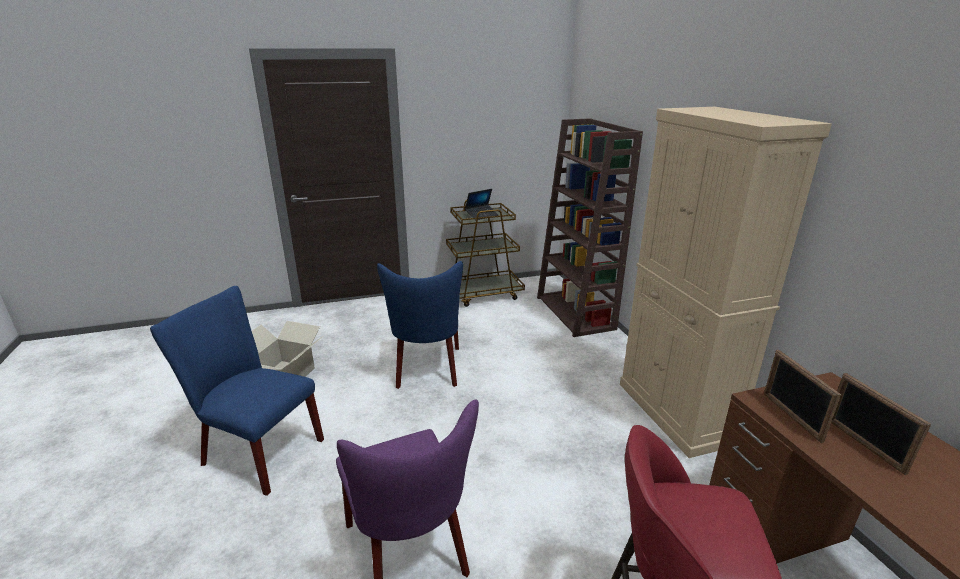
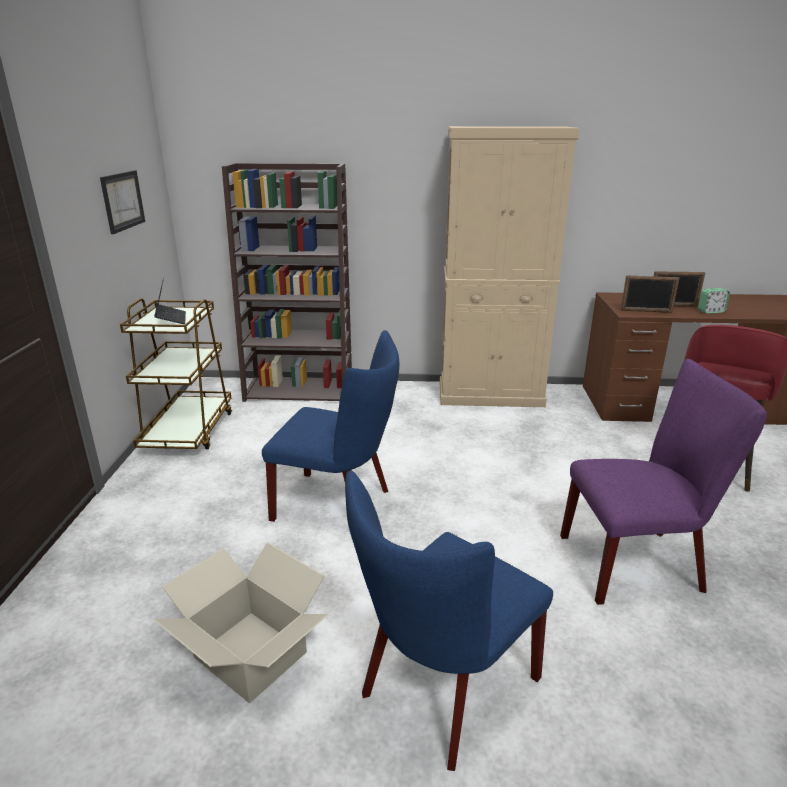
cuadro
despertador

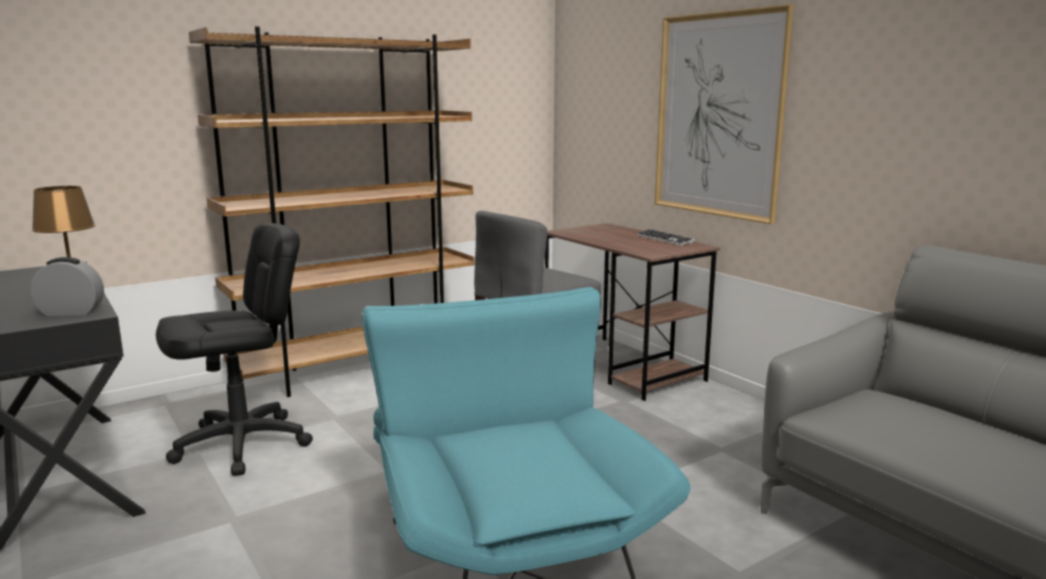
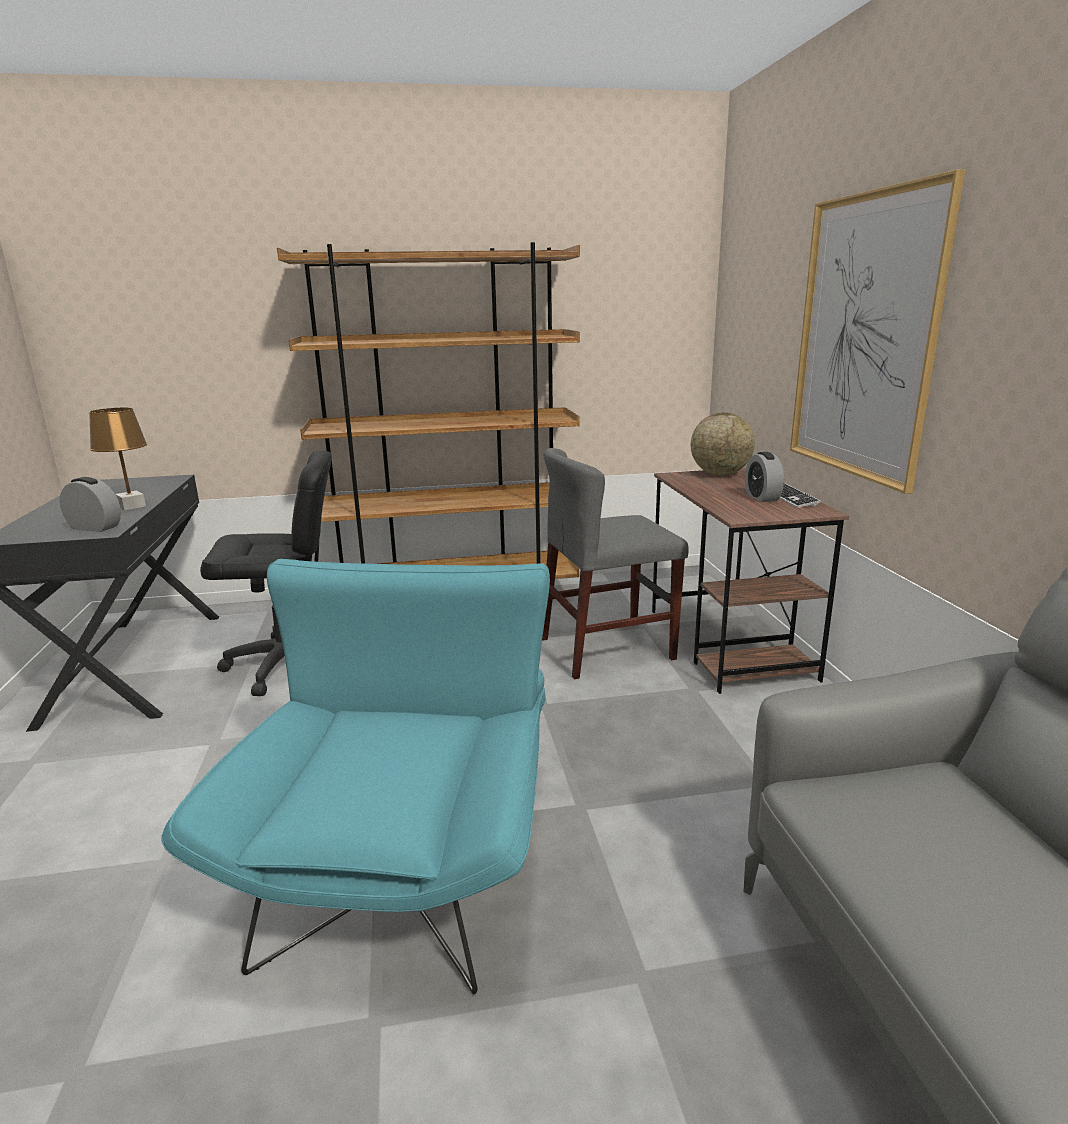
globo terráqueo
despertador (2nd from left)

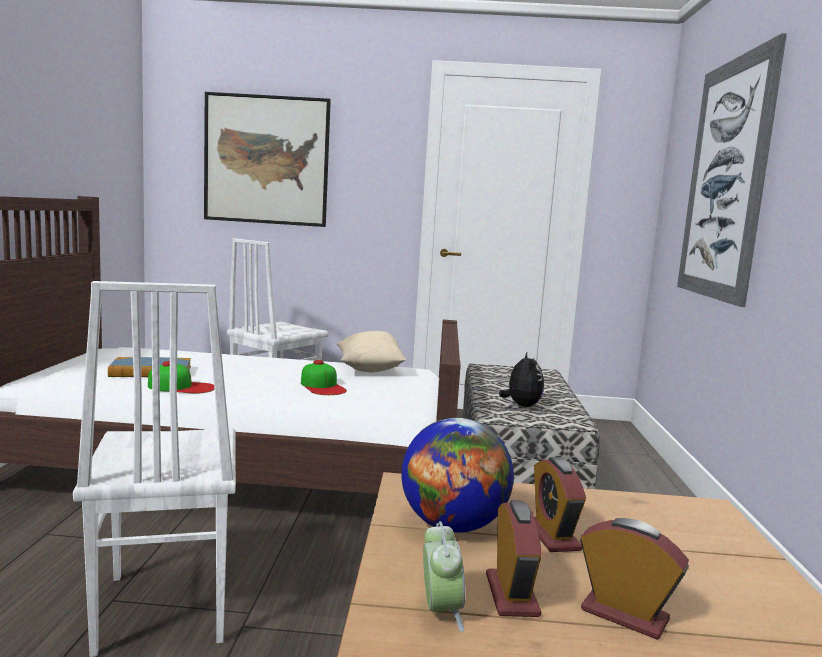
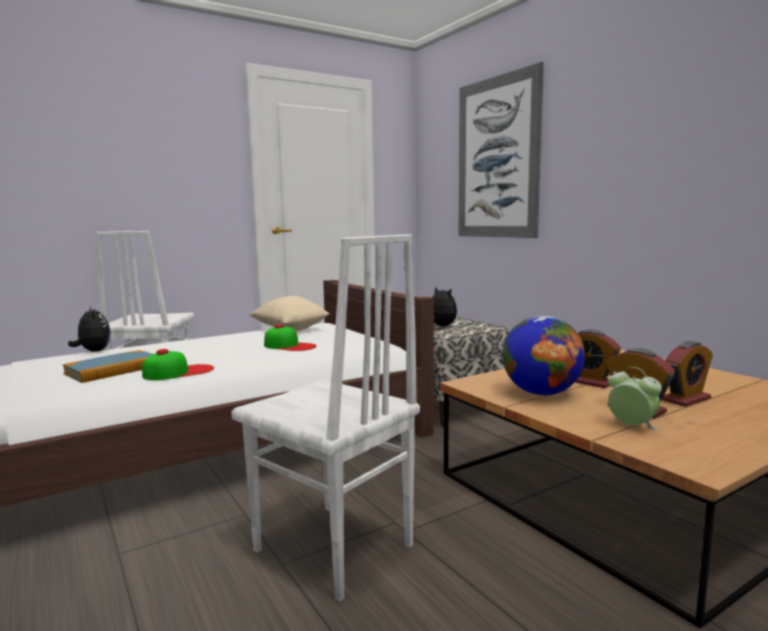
cuadro (1st from left in the first image)
despertador (4th from left)
peluche (1st from left)

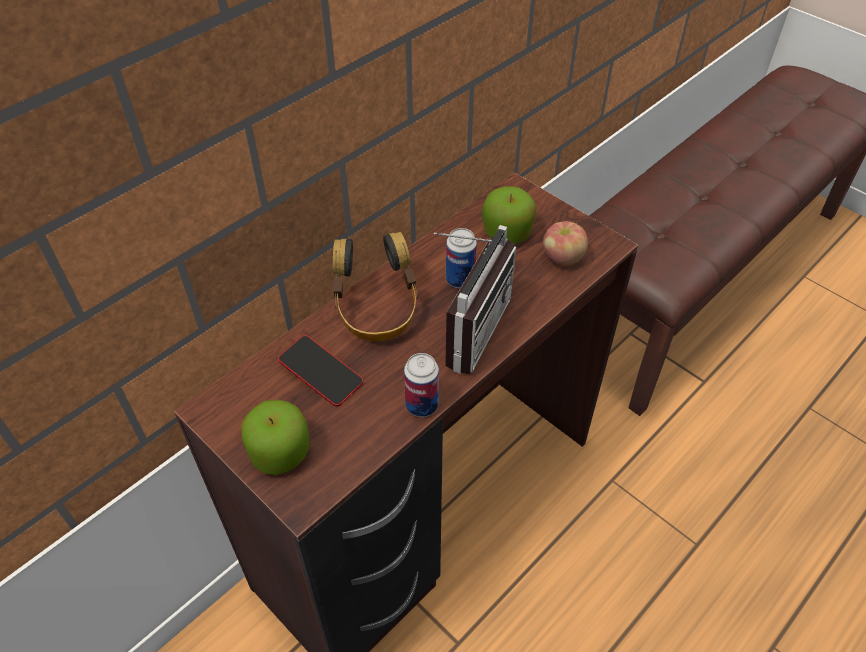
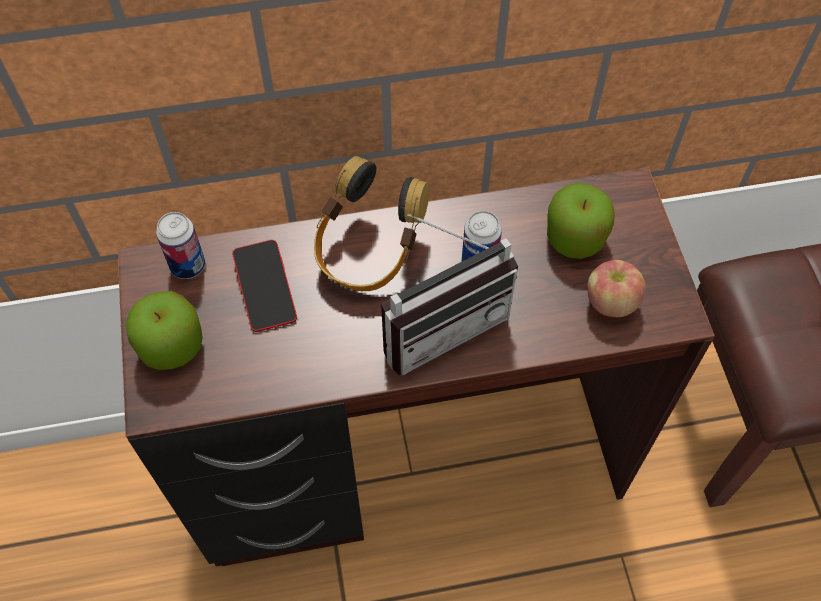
lata (1st from left)

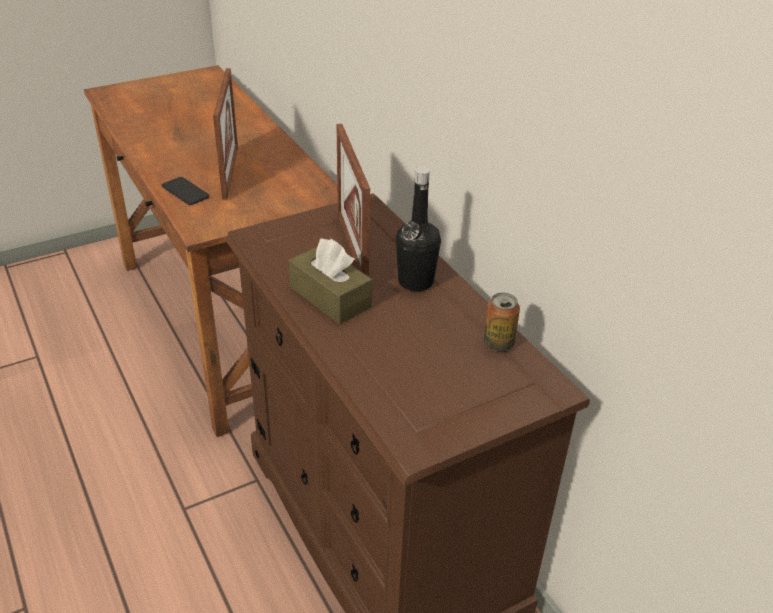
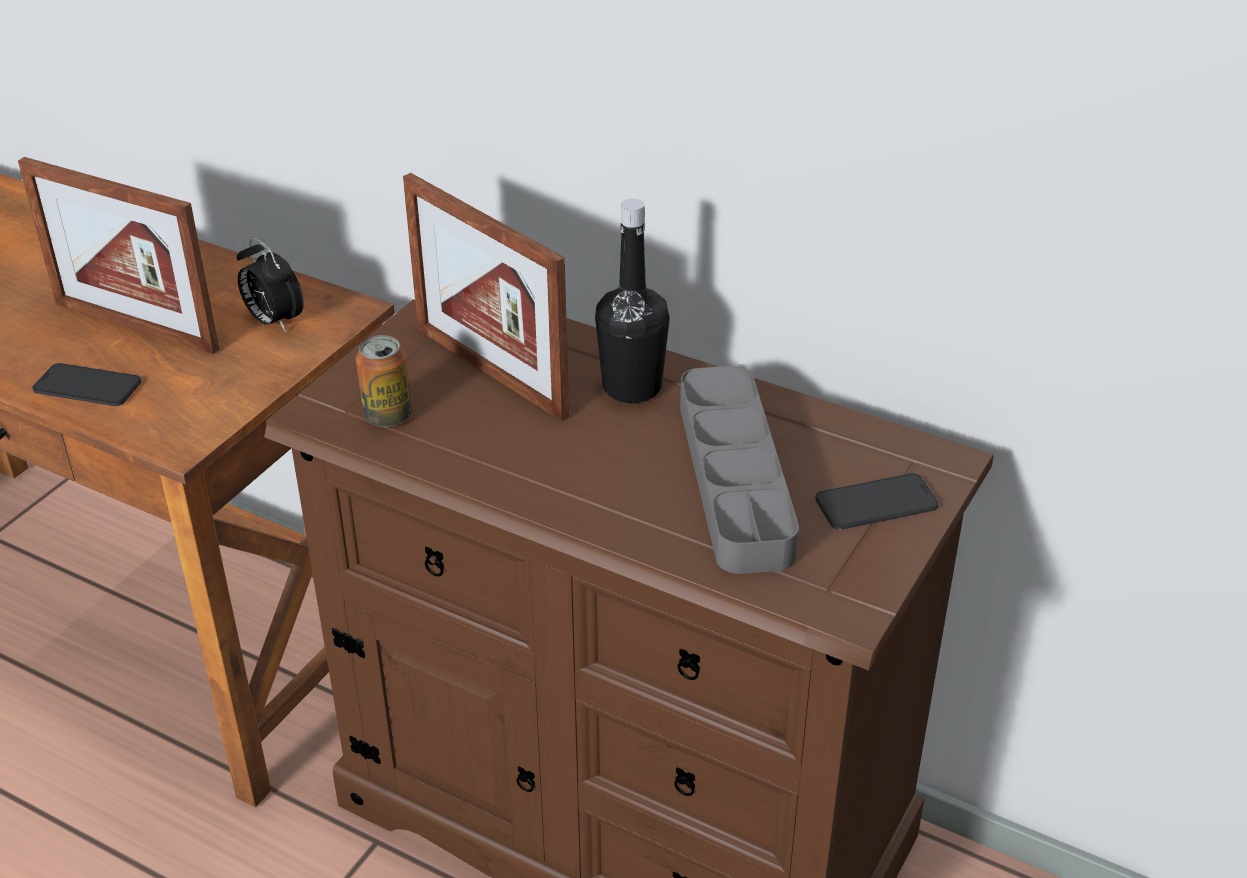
portarretratos (1st from left)
caja de pañuelos/marrón
lata
despertador
bandeja/gris
móvil (2nd from left)

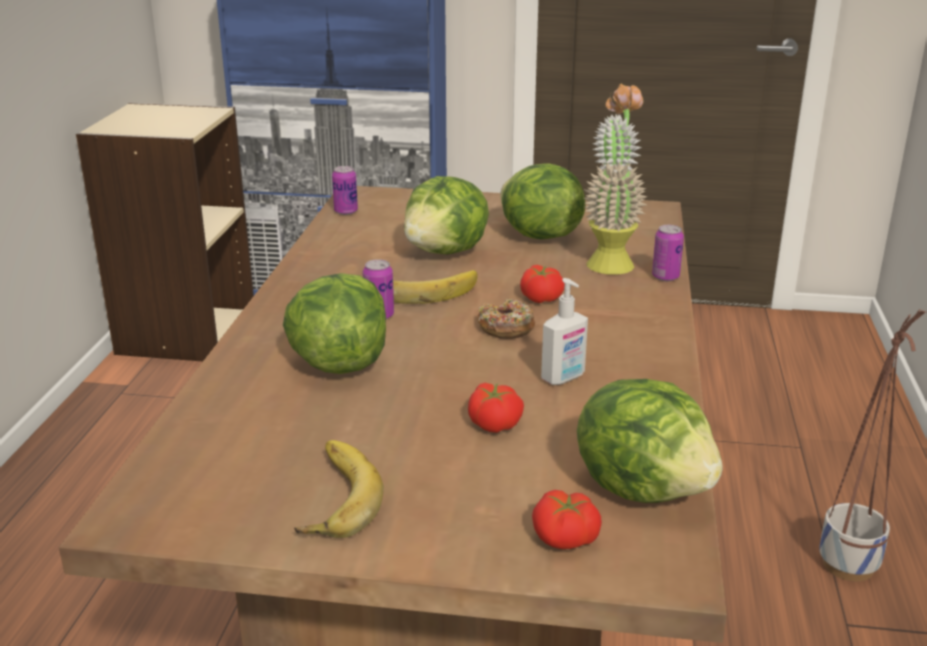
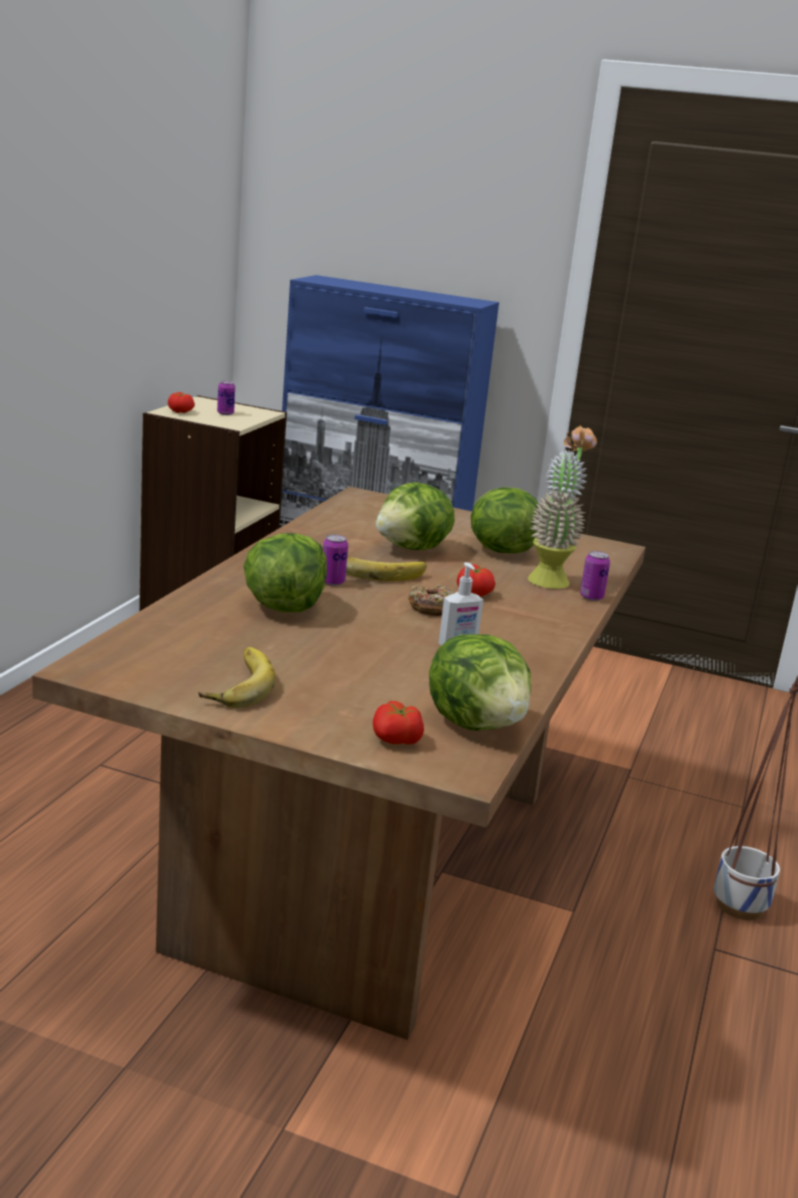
lata (1st from left)
tomate (1st from left)

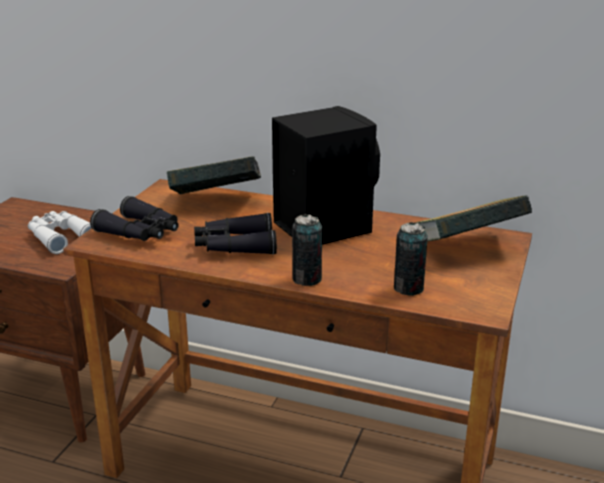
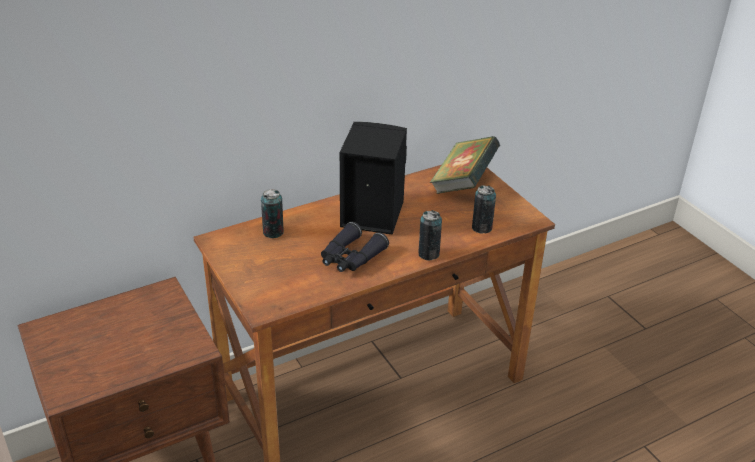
lata (1st from left)
prismáticos/negro (1st from left in the first image)
prismáticos/blanco

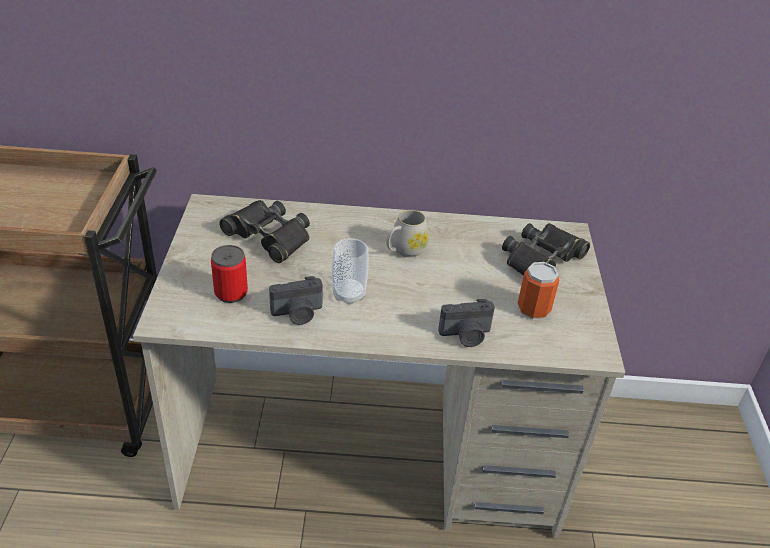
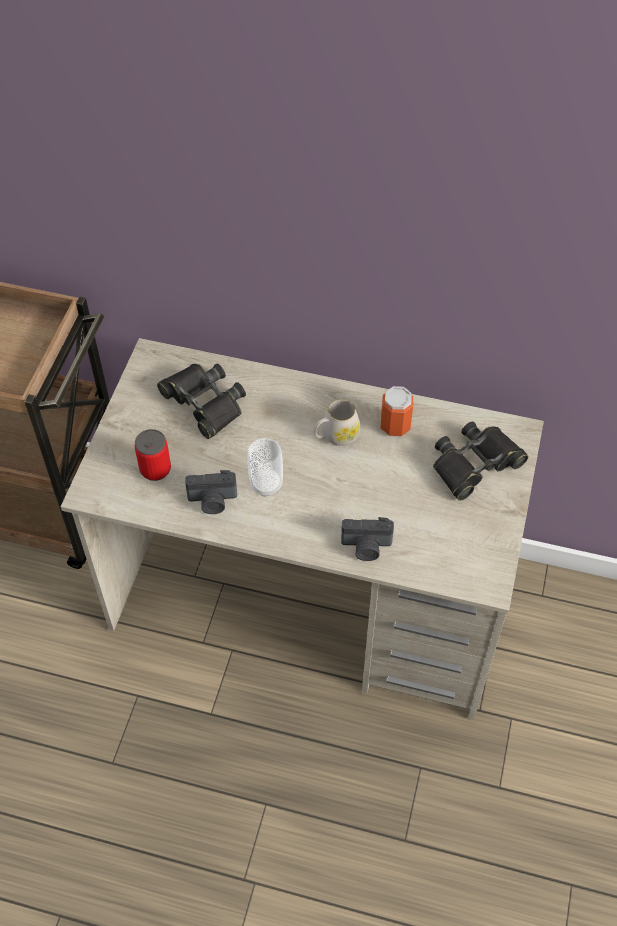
lata (2nd from left)

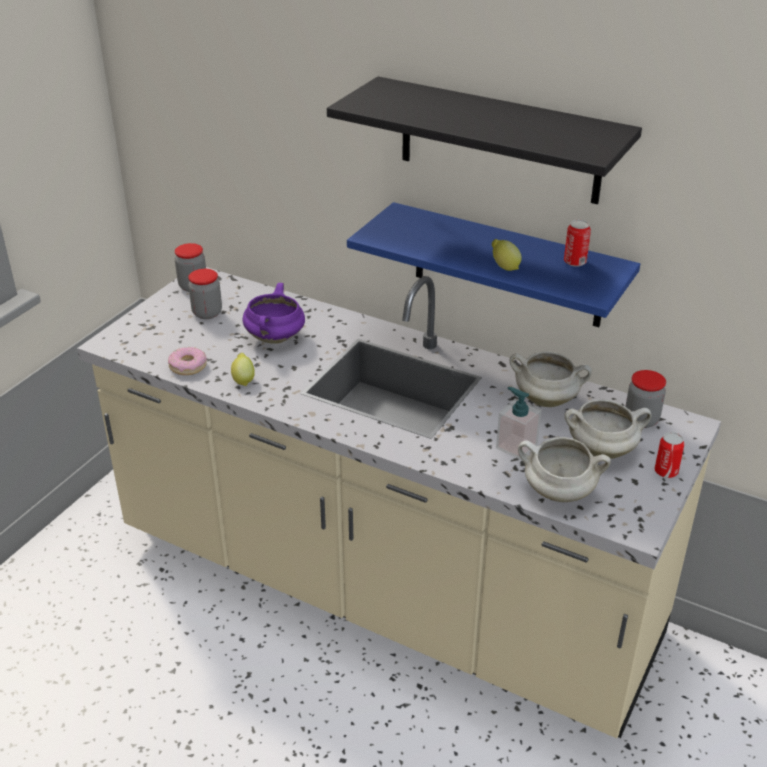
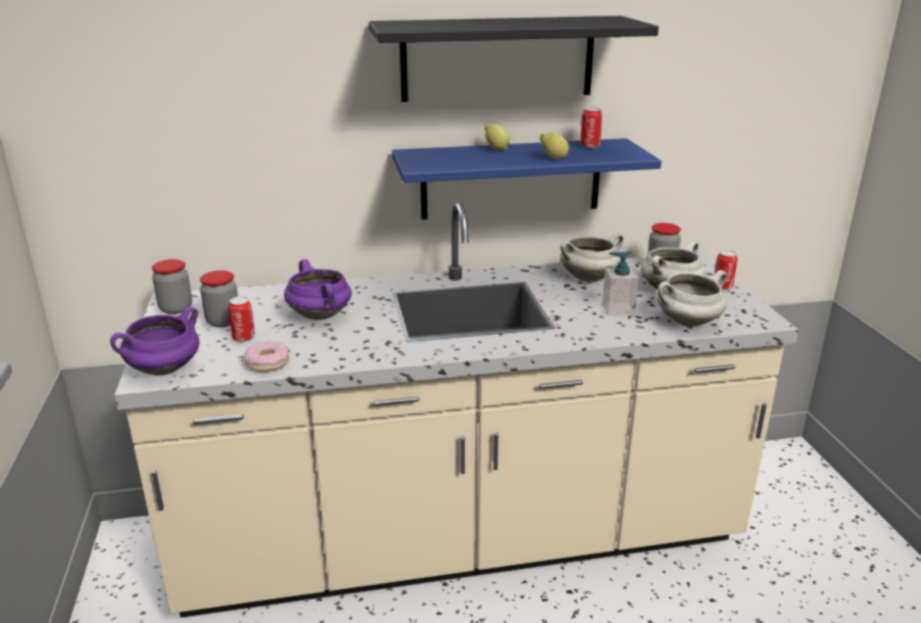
limón (1st from left)
lata (1st from left)
olla/morado (1st from left)

